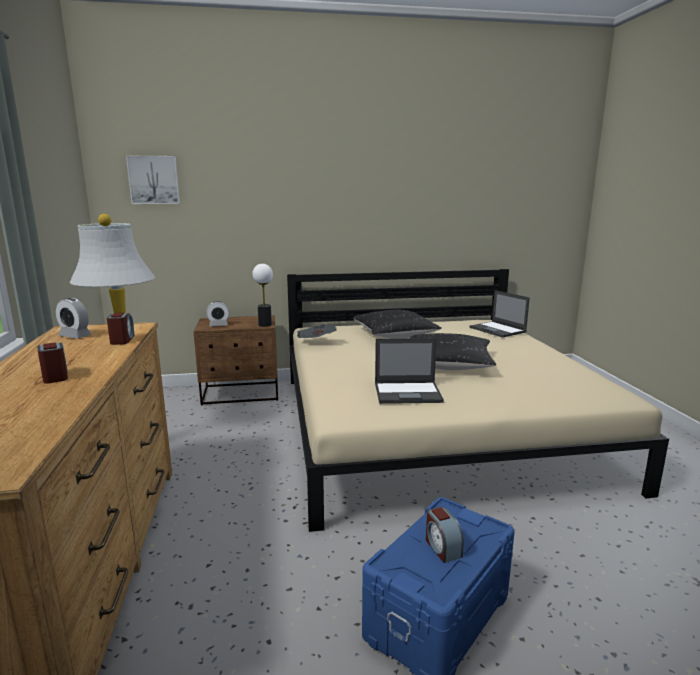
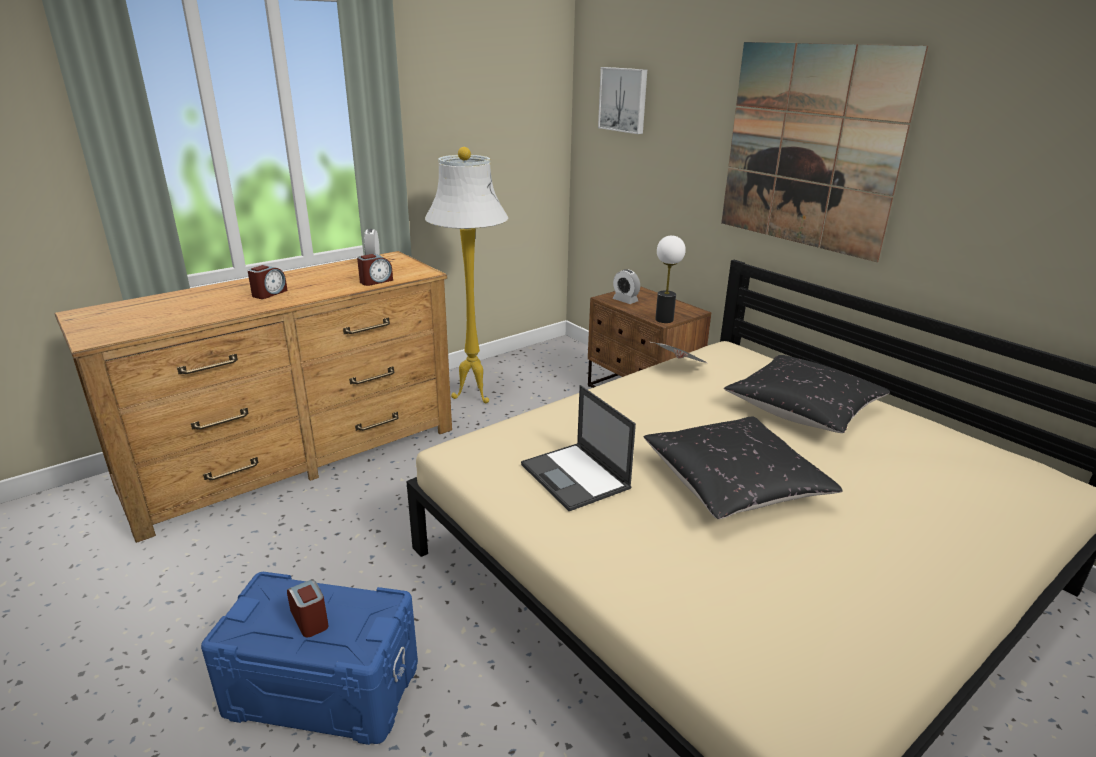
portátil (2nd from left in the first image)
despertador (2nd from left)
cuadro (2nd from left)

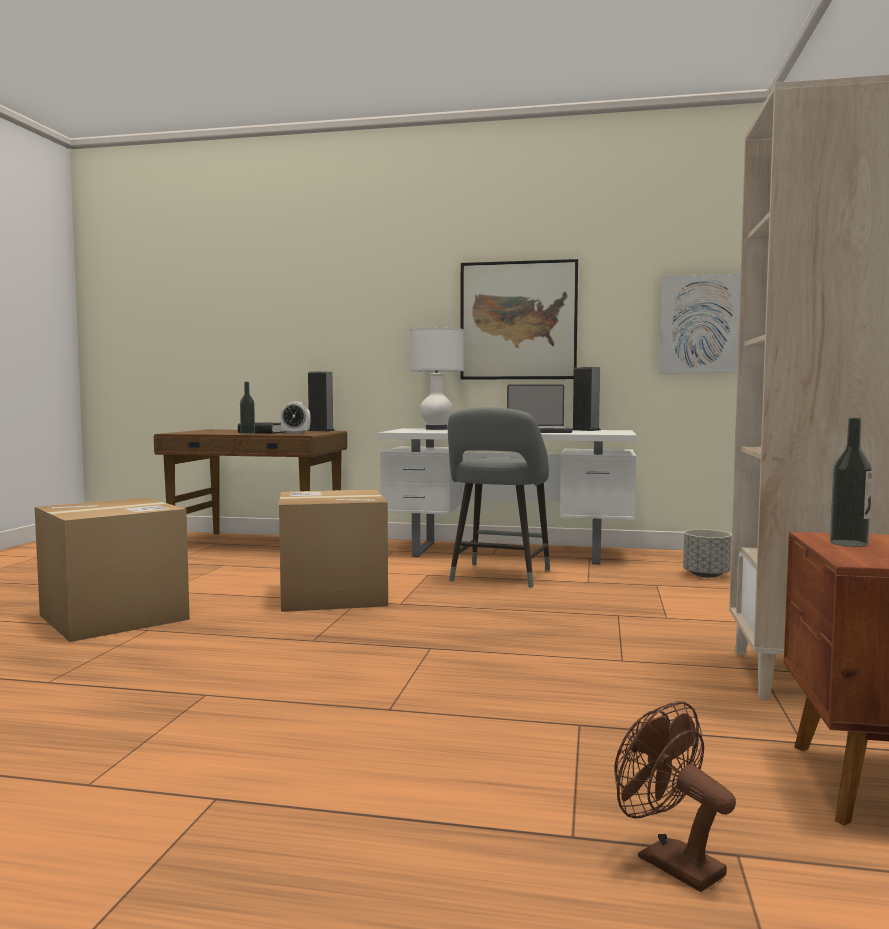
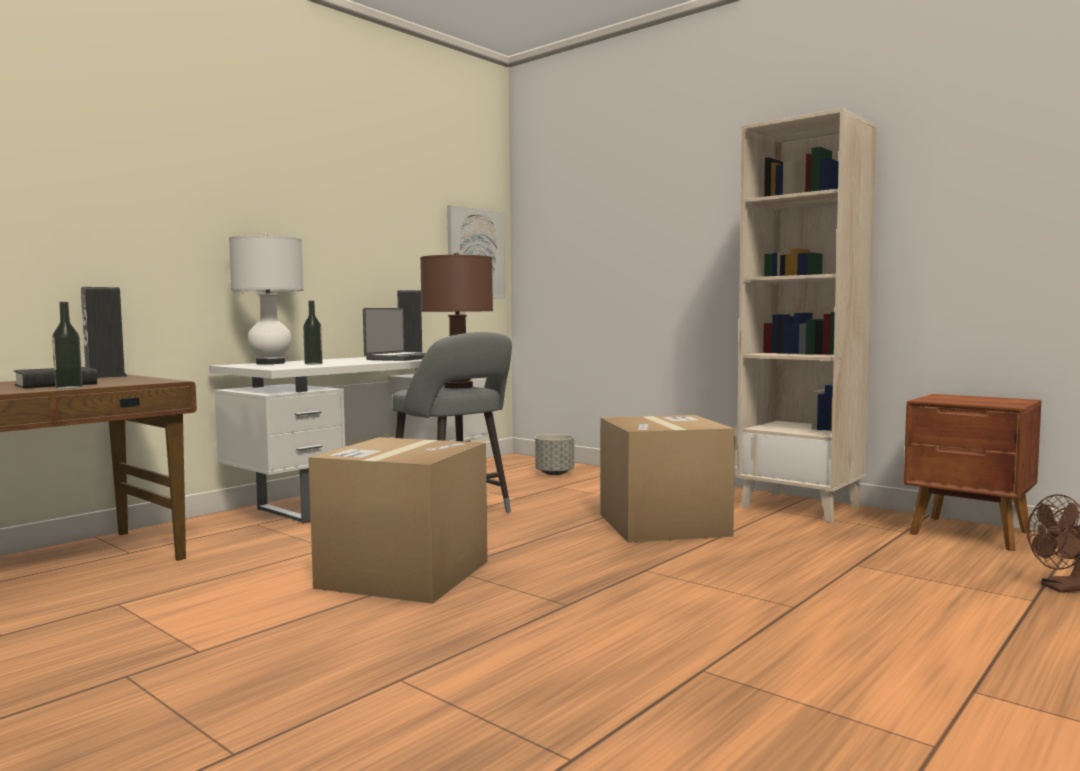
cuadro (1st from left in the first image)
despertador
botella (2nd from left)
caja de cartón (2nd from left)
lámpara de mesa/marrón

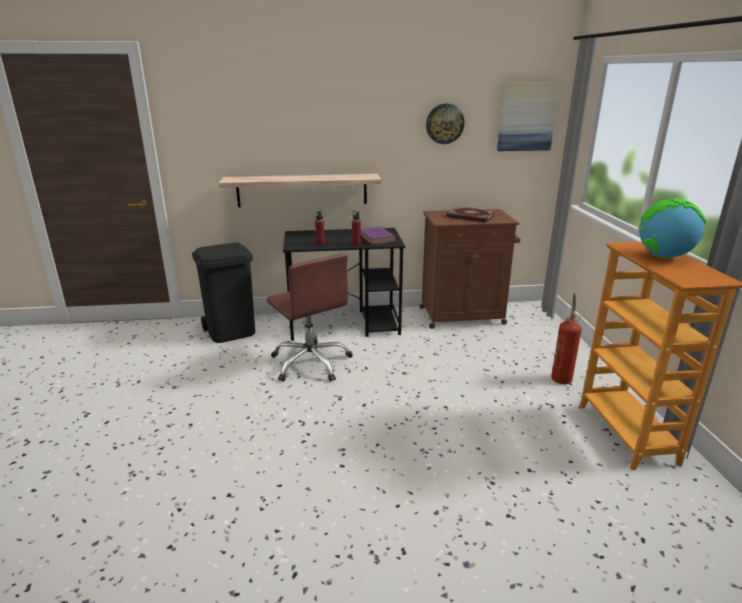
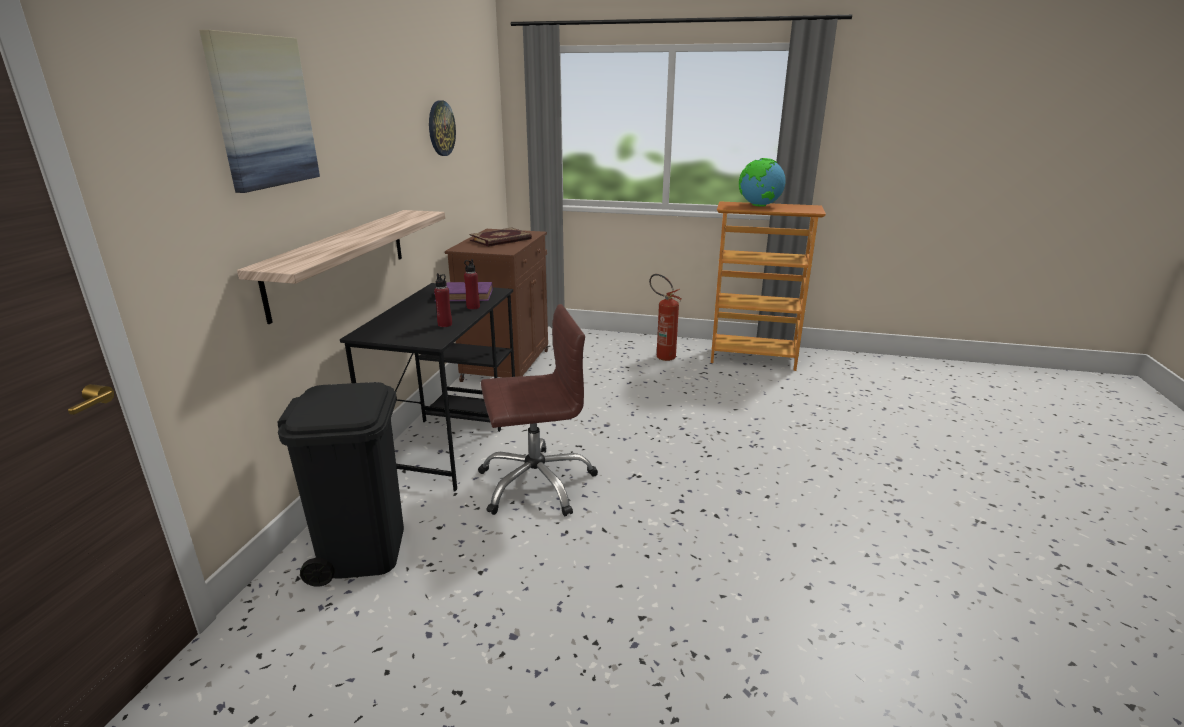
cuadro

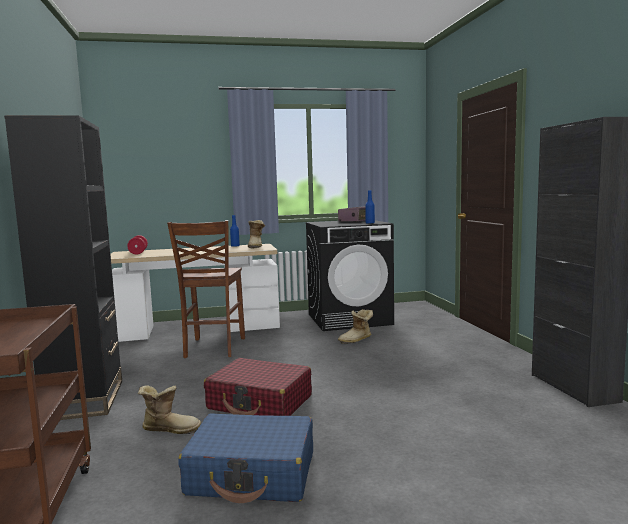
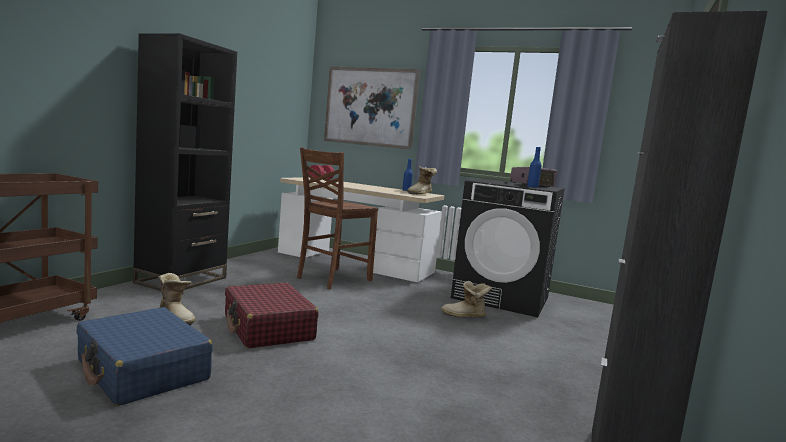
cuadro

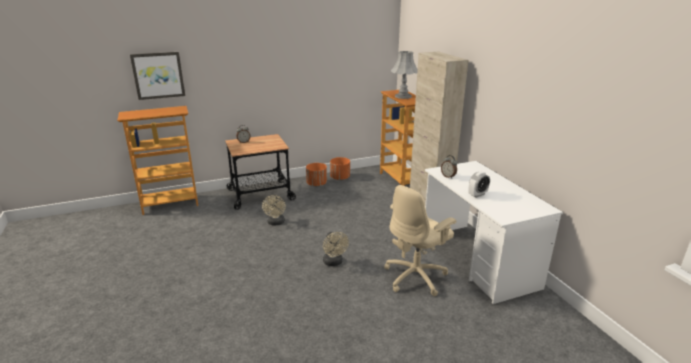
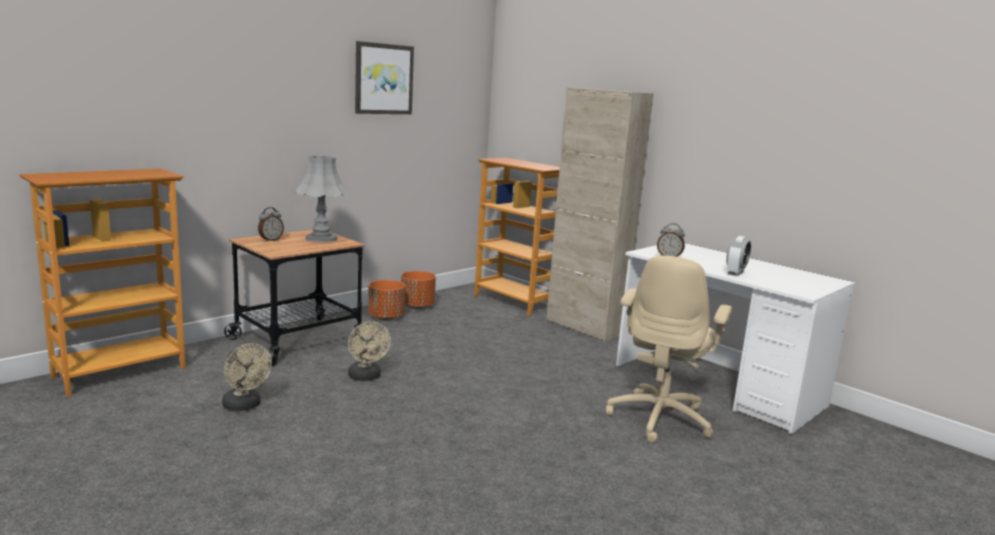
lámpara de mesa/gris
cuadro
ventilador/beis (1st from left)

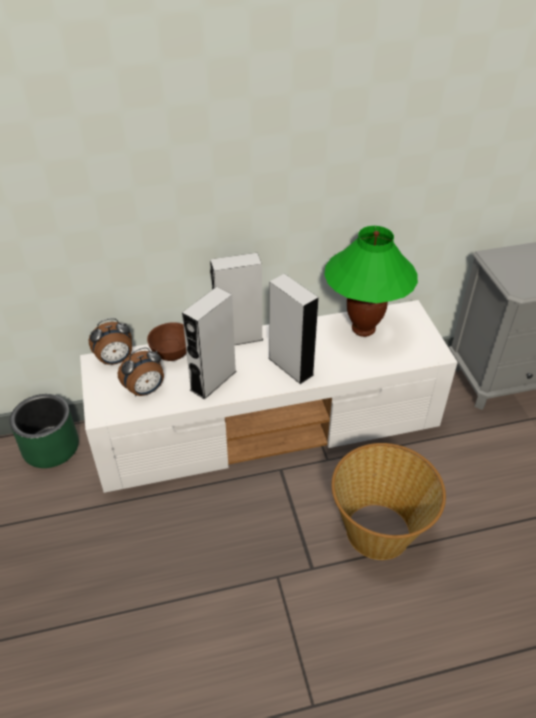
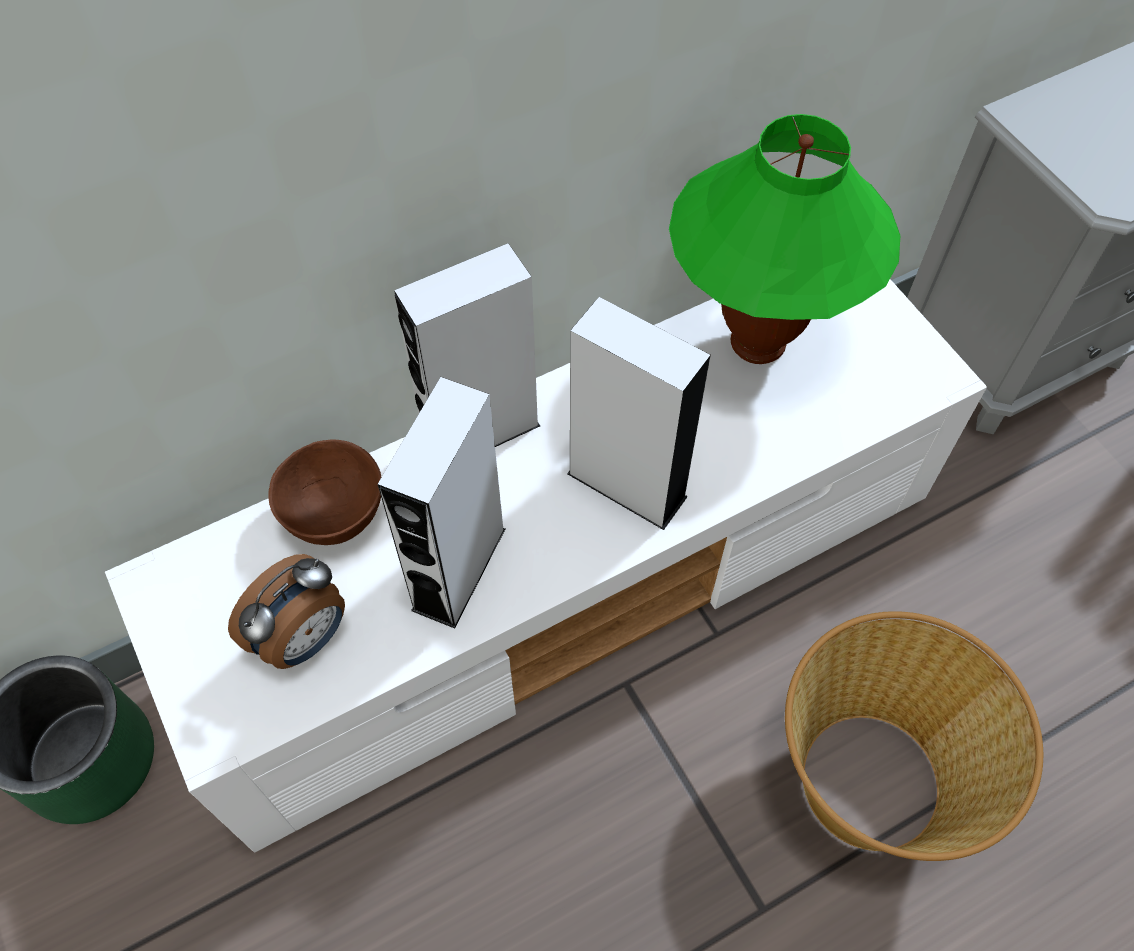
despertador (1st from left in the first image)

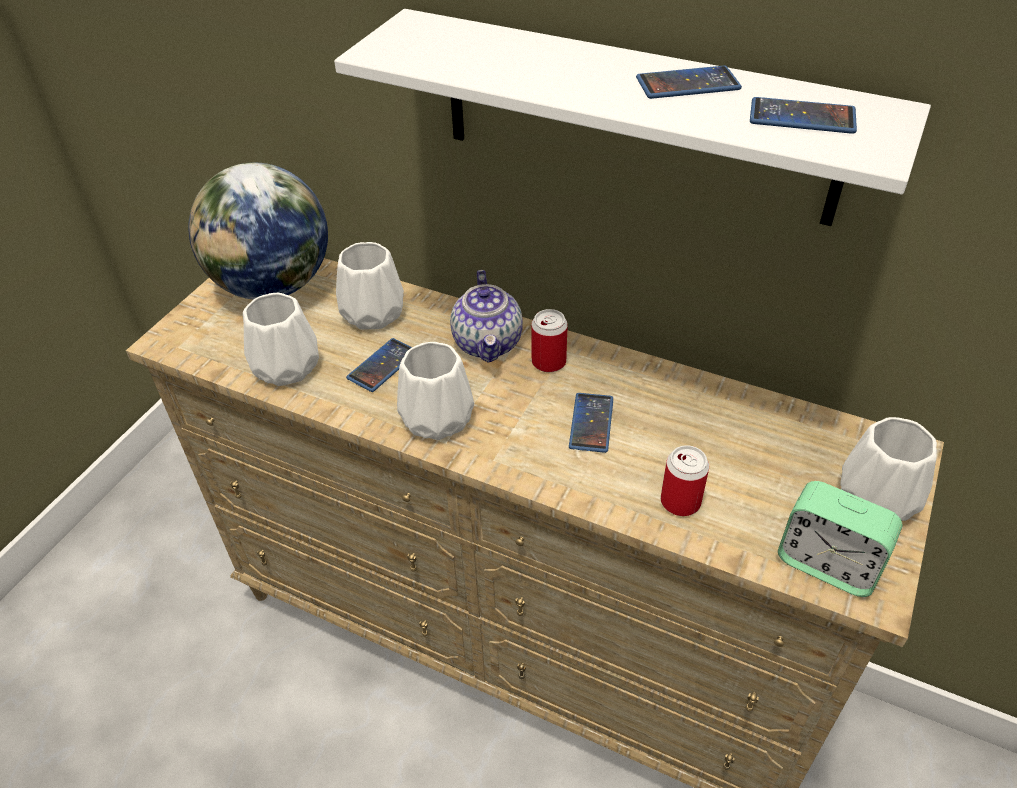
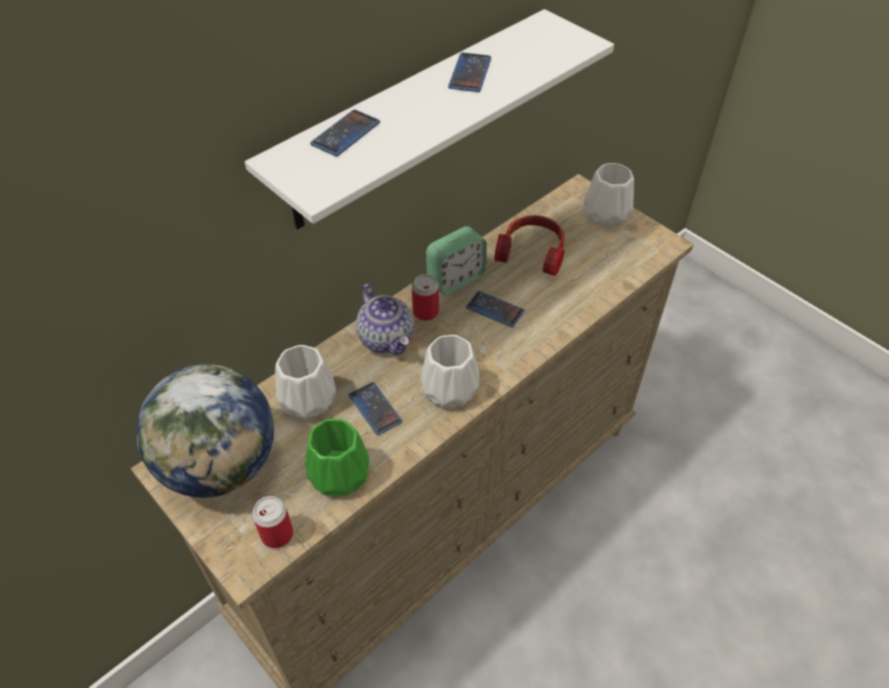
móvil (1st from left)
tetera
florero/verde
lata (1st from left)
despertador
auriculares

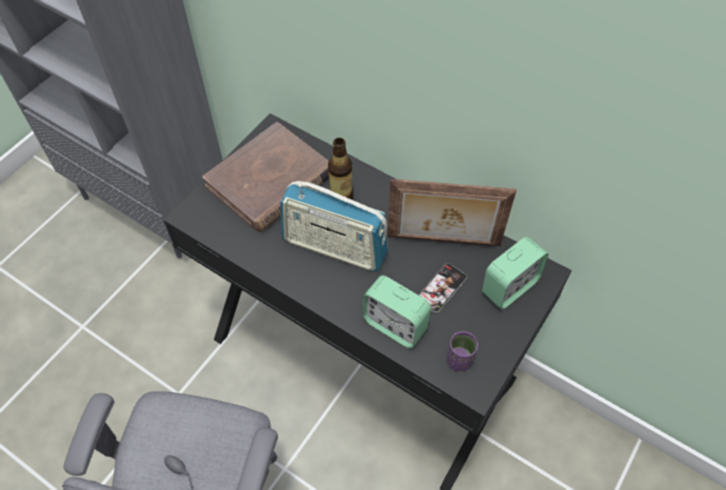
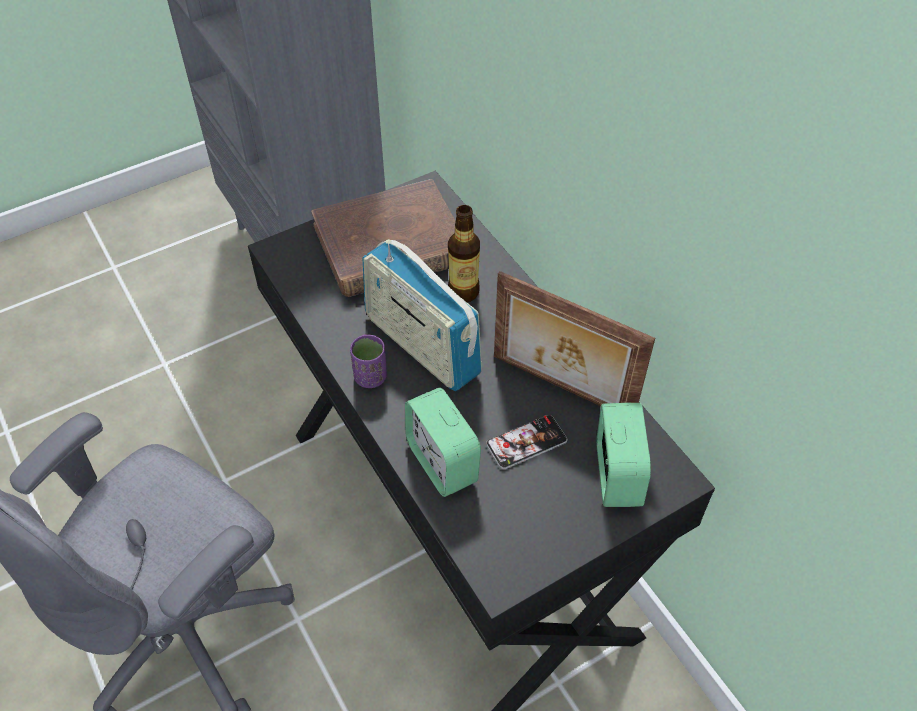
despertador (2nd from left)
taza/morado

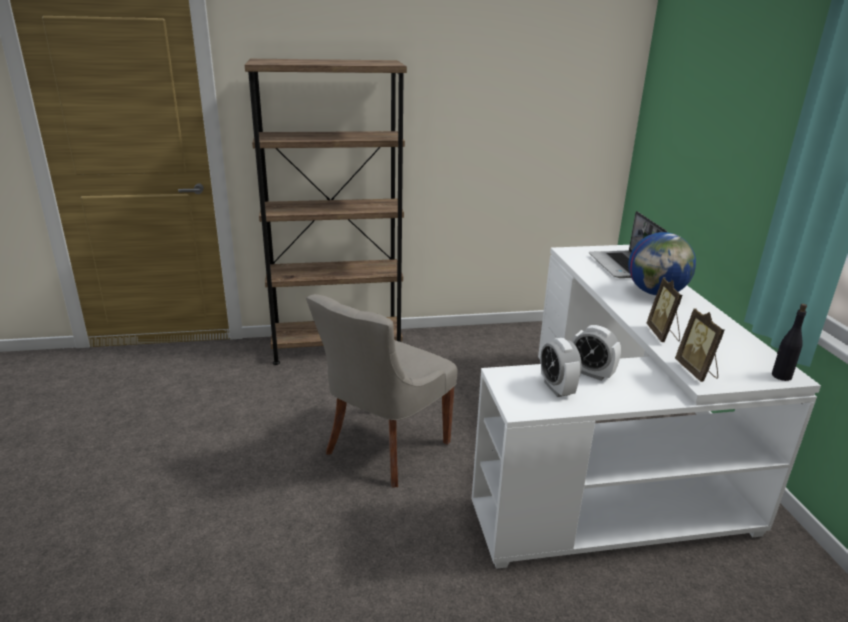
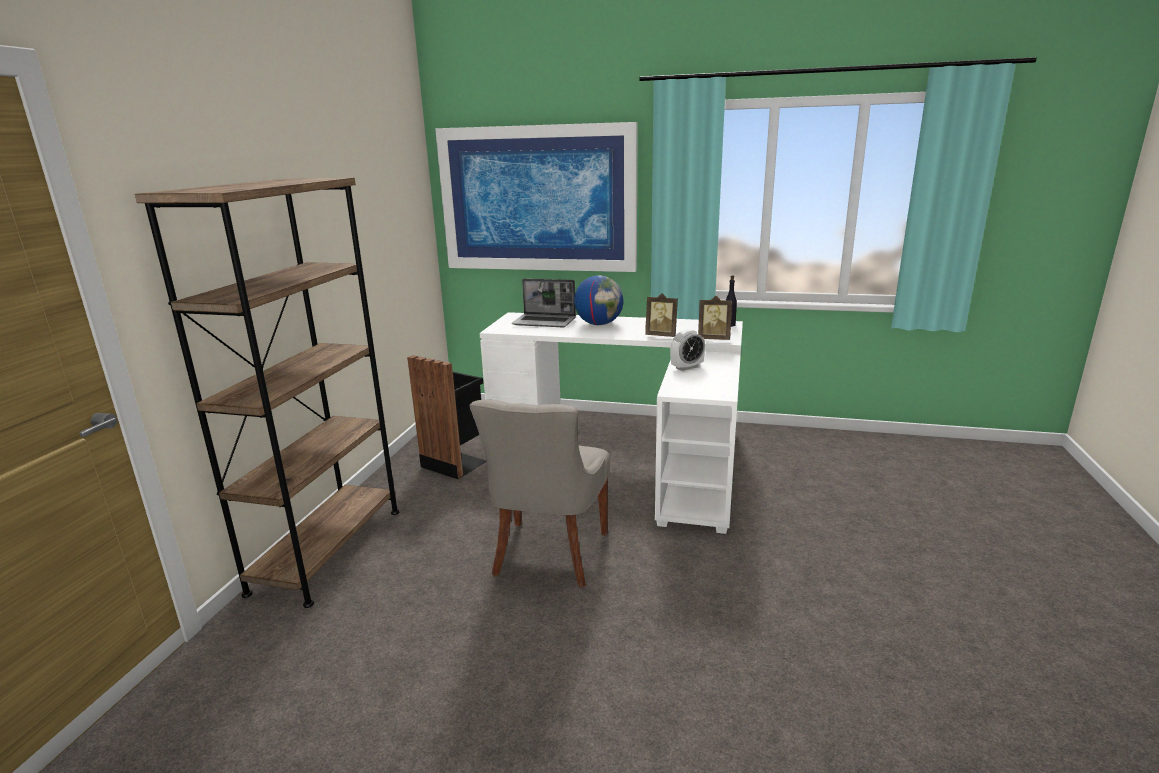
silla/gris
despertador (1st from left in the first image)
cuadro
papelera/negro

